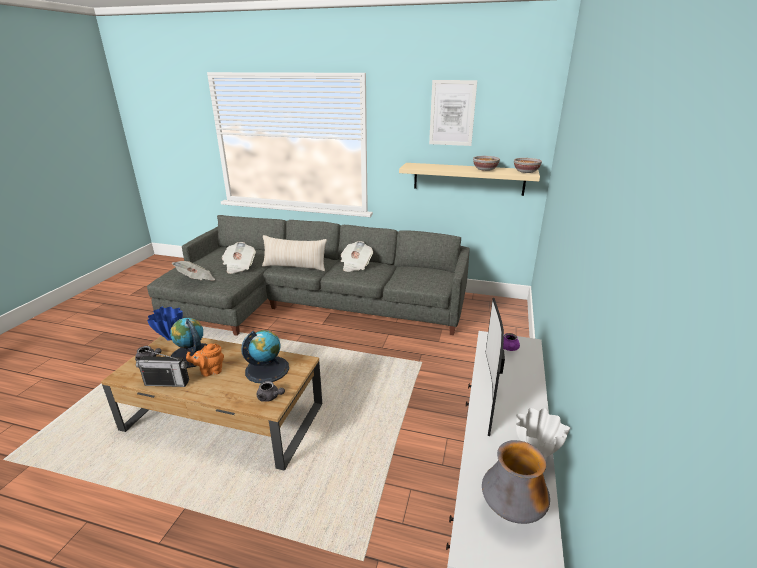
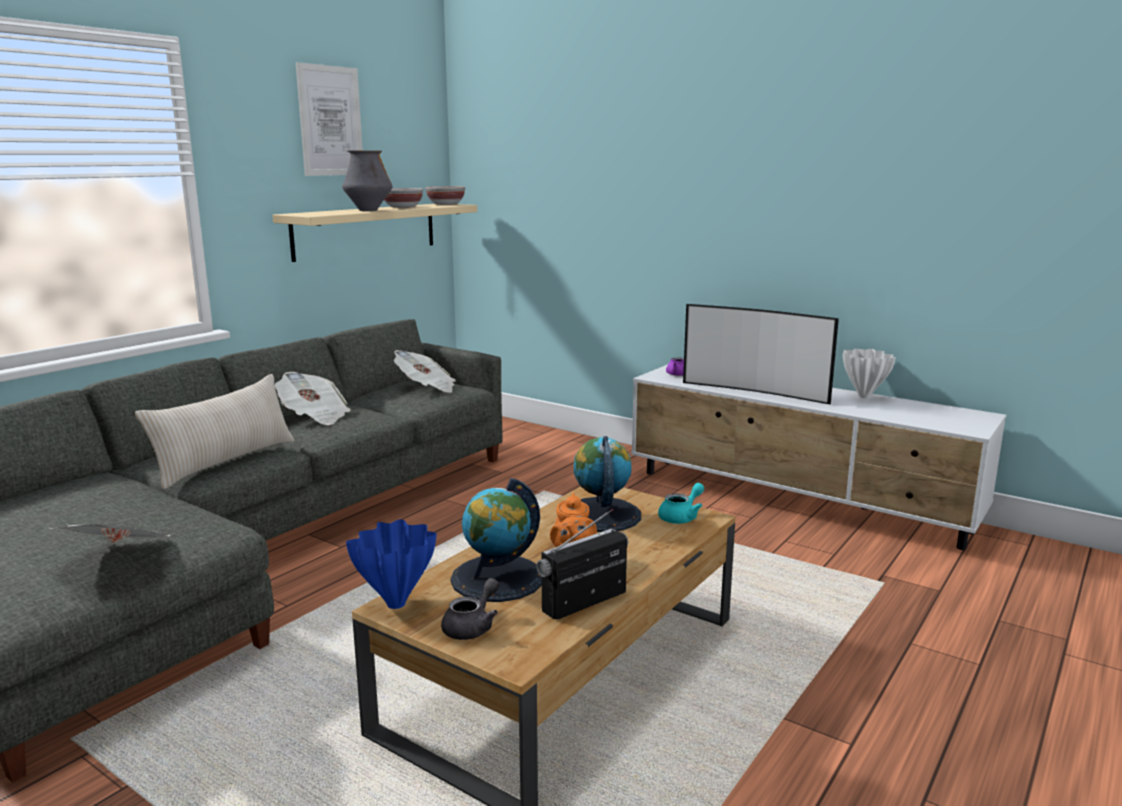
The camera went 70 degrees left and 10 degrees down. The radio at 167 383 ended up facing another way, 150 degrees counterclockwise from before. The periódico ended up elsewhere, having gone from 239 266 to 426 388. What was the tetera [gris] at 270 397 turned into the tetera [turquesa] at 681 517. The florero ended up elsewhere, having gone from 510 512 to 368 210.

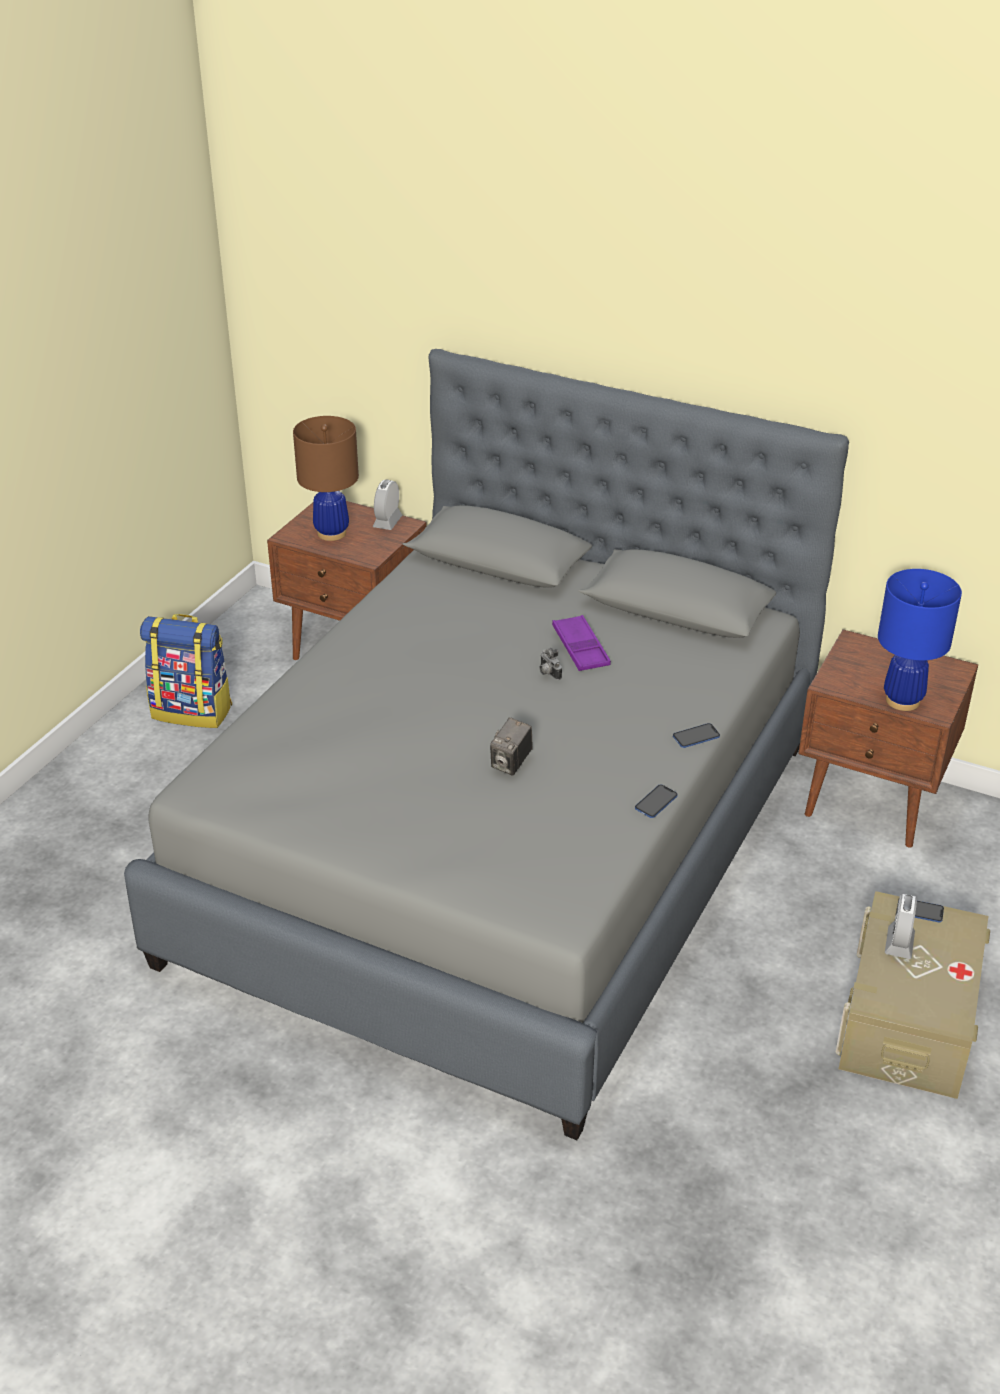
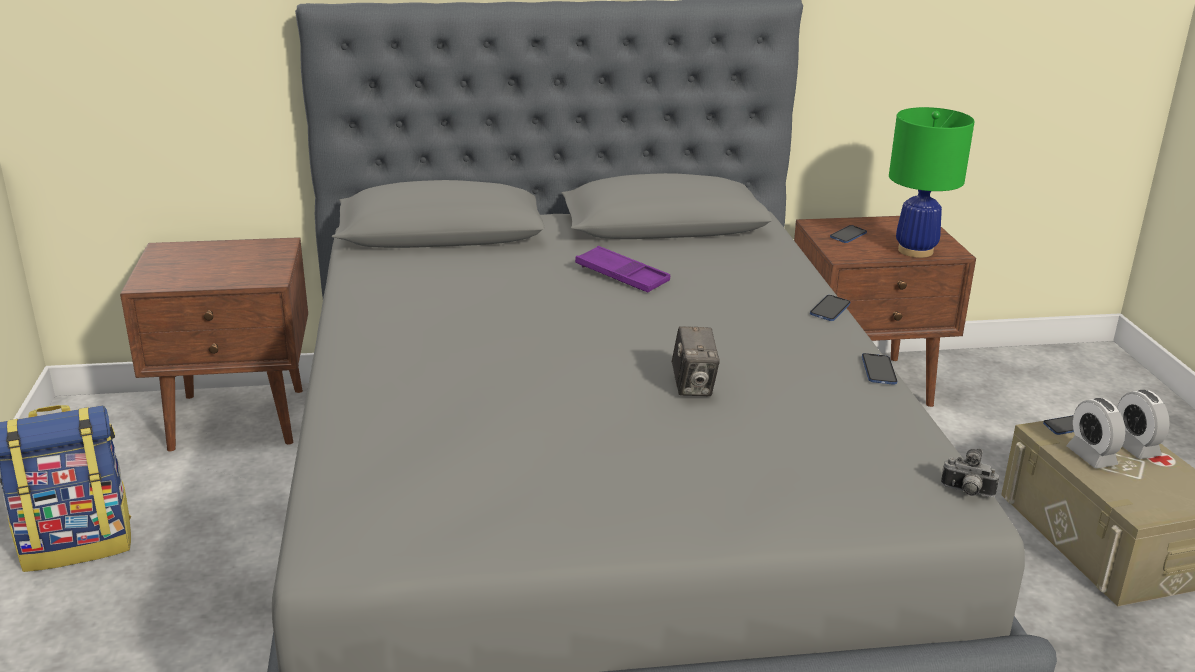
The camera went 35 degrees left and 10 degrees down. The second view lost the lámpara de mesa [marrón] at 331 533. The despertador ended up elsewhere, having gone from 387 522 to 1134 447. The cámara ended up elsewhere, having gone from 548 673 to 966 492. What was the lámpara de mesa [azul] at 903 701 turned into the lámpara de mesa [verde] at 916 251. The second view gained the móvil at 848 235.

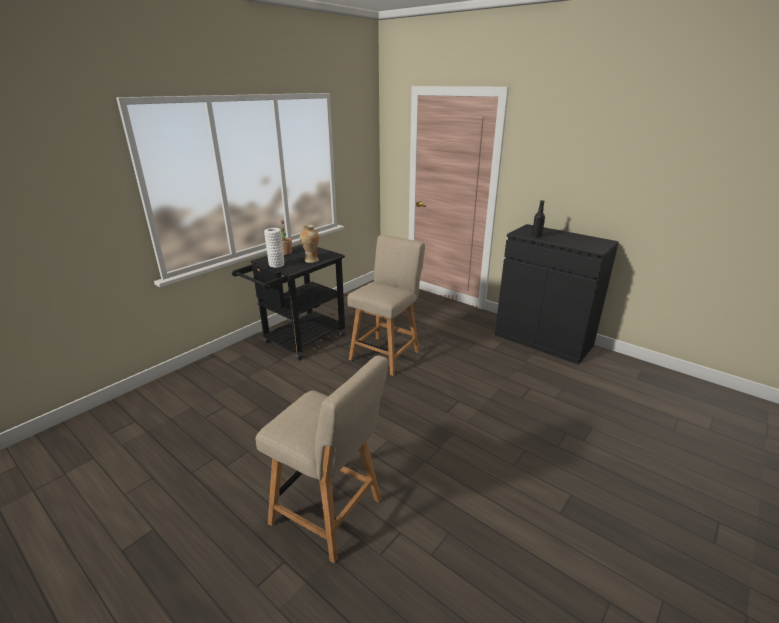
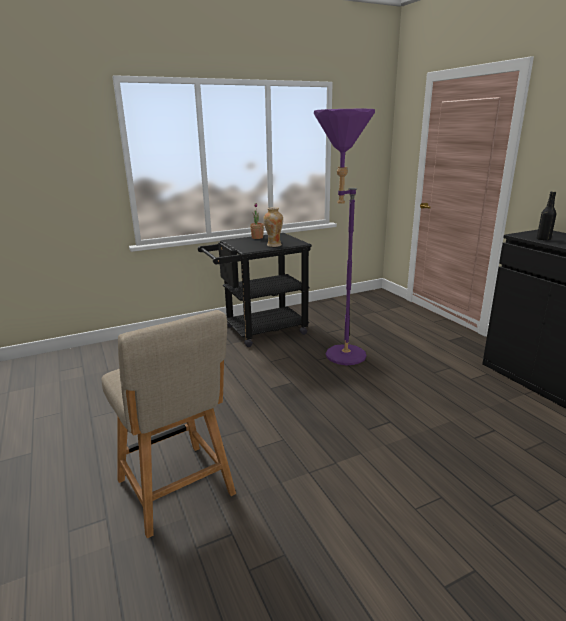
The camera went 25 degrees right and 5 degrees down. The second view lost the florero [blanco] at 276 264. Where the silla [beis] stood at 386 353, the lámpara de pie [morado] came to stand at 338 358.

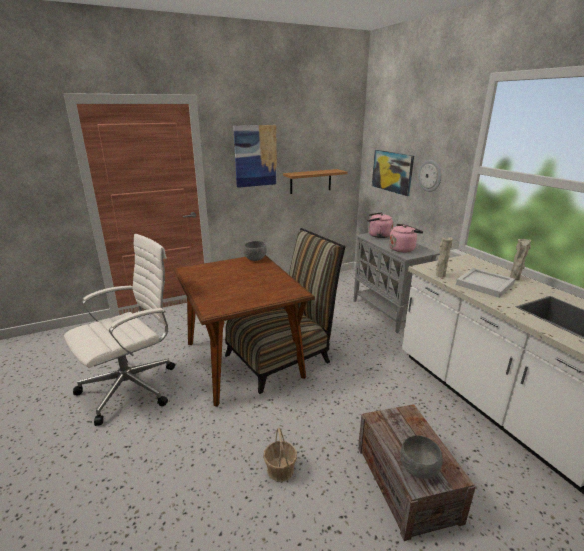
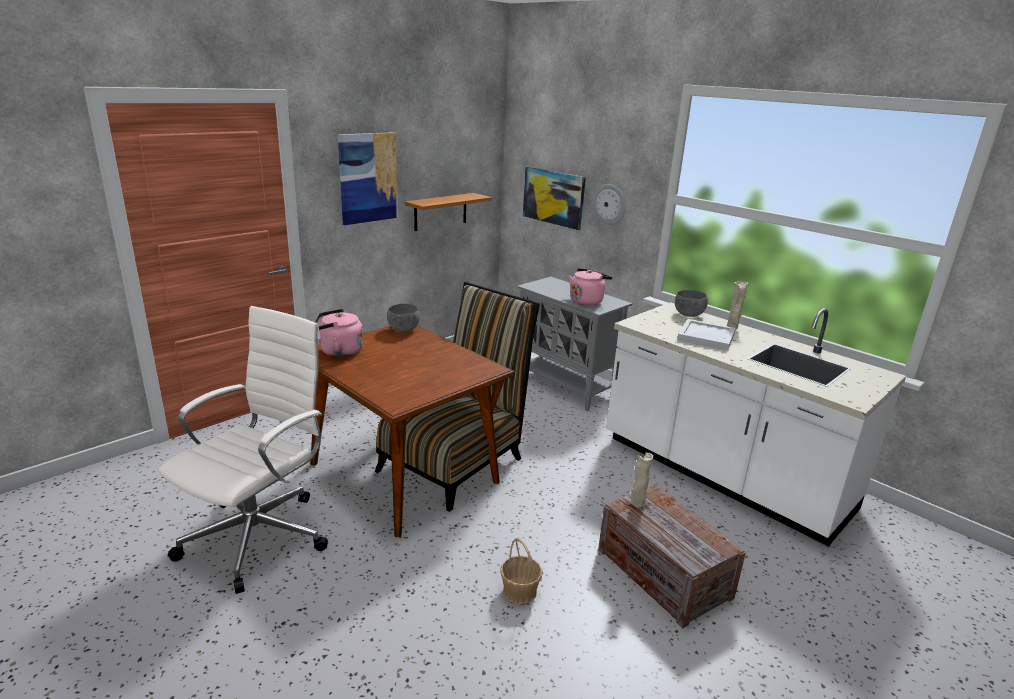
The camera went 20 degrees left and 0 degrees up. The hervidor [rosa] ended up elsewhere, having gone from 377 235 to 338 351. The cuenco [gris] ended up elsewhere, having gone from 418 470 to 689 315. The florero [beis] ended up elsewhere, having gone from 440 275 to 637 503.

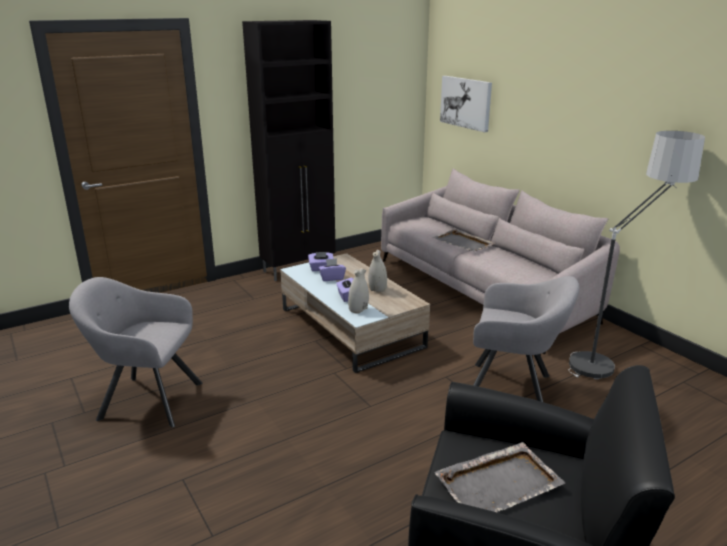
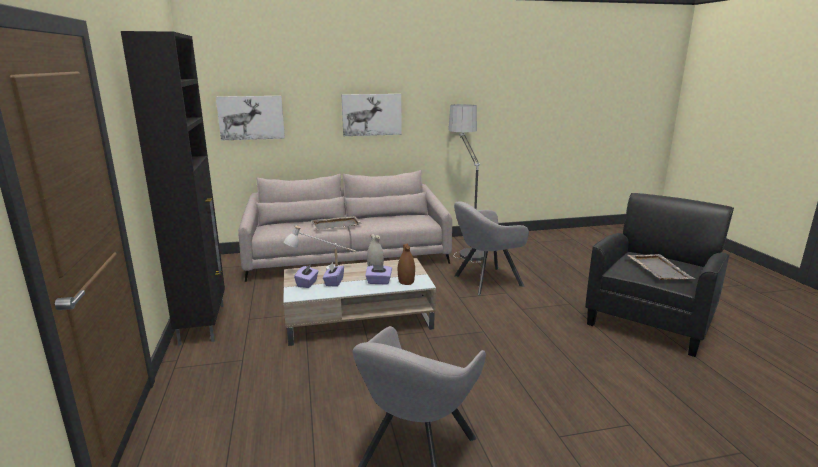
The camera went 70 degrees left and 5 degrees down. What was the florero [blanco] at 358 309 turned into the florero [marrón] at 406 281. The sillón [gris] at 513 389 ended up facing another way, 150 degrees counterclockwise from before. The second view gained the lámpara de mesa [blanco] at 322 271. The second view gained the cuadro at 371 114.

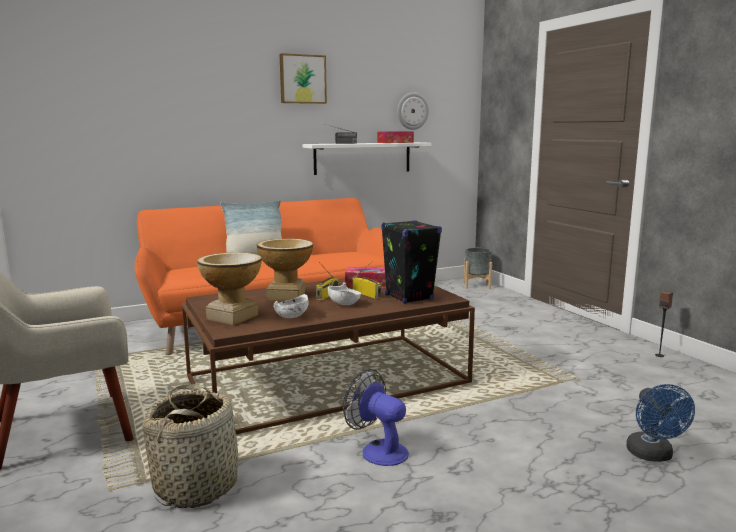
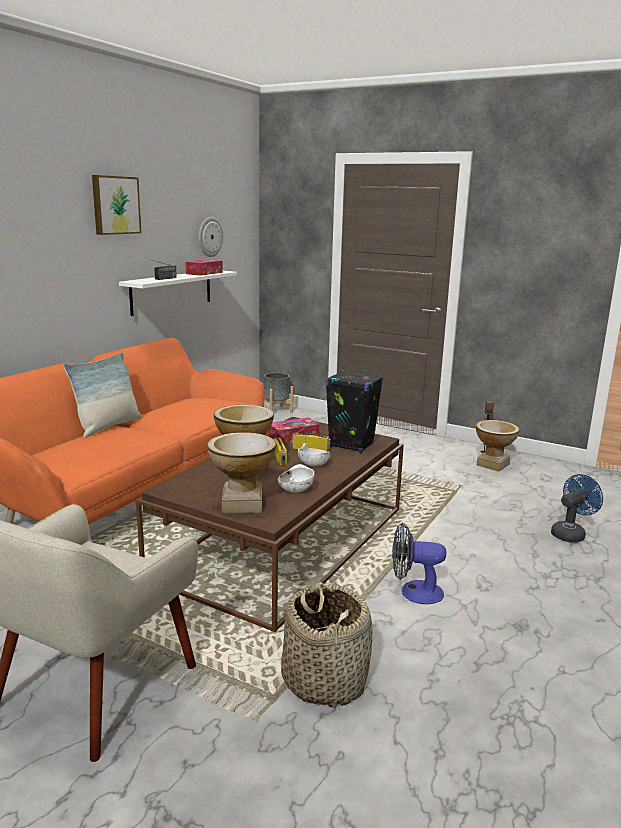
The camera went 35 degrees left and 5 degrees up. The ventilador [azul] at 653 456 ended up facing another way, 90 degrees counterclockwise from before. The second view gained the florero at 492 465.

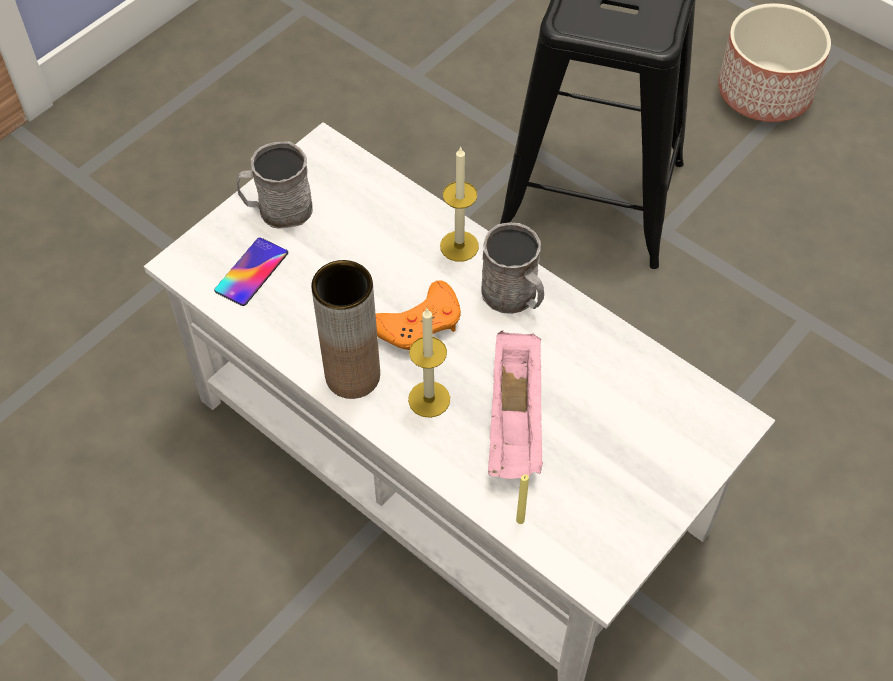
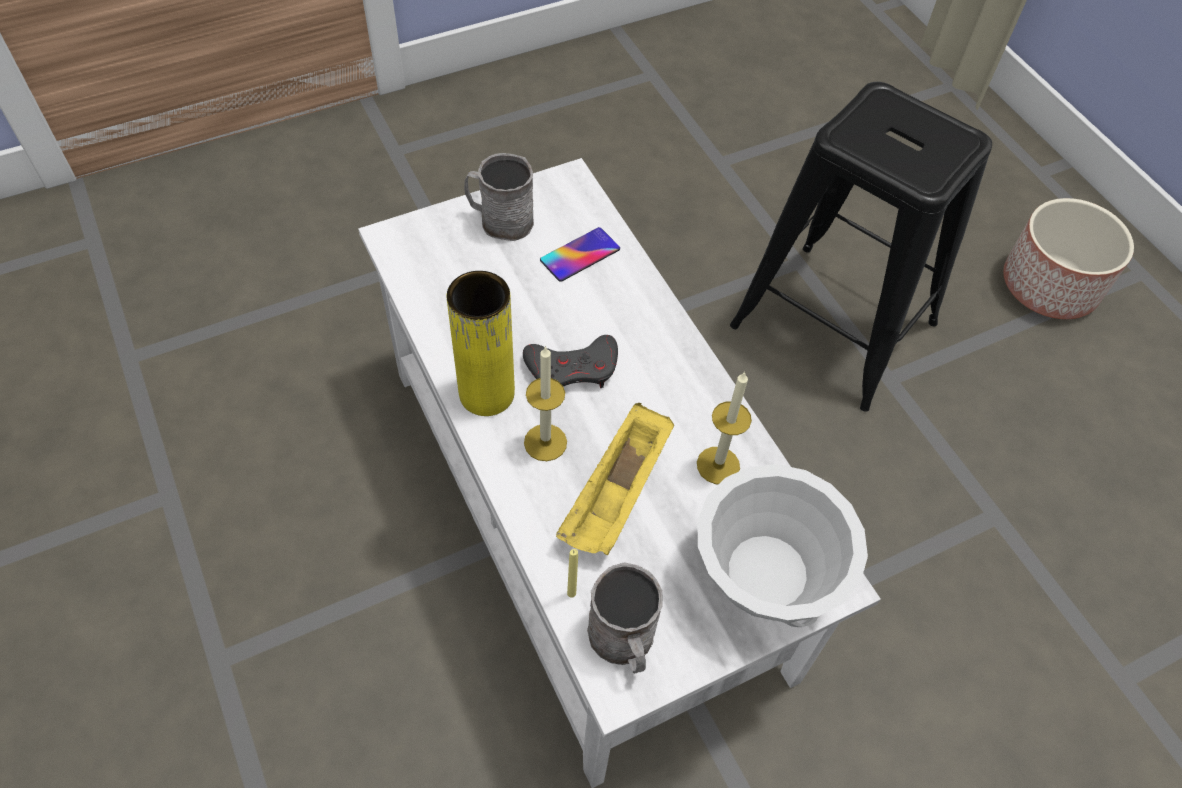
The camera went 20 degrees right and 0 degrees up. The móvil ended up elsewhere, having gone from 251 272 to 580 255. What was the florero [marrón] at 352 376 turned into the florero [amarillo] at 486 393. What was the mando de consola [naranja] at 419 323 turned into the mando de consola [gris] at 573 368. The vela ended up elsewhere, having gone from 459 246 to 718 465. The taza grande [gris] ended up elsewhere, having gone from 514 296 to 624 642. What was the bandeja [rosa] at 515 421 turned into the bandeja [amarillo] at 616 495. The second view gained the cuenco [blanco] at 762 580.

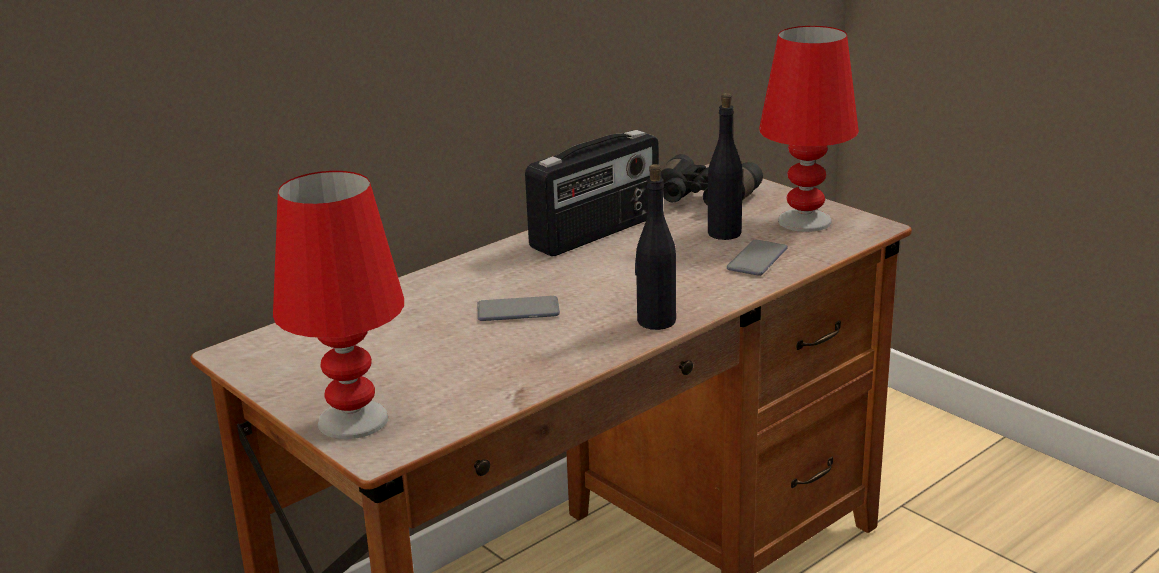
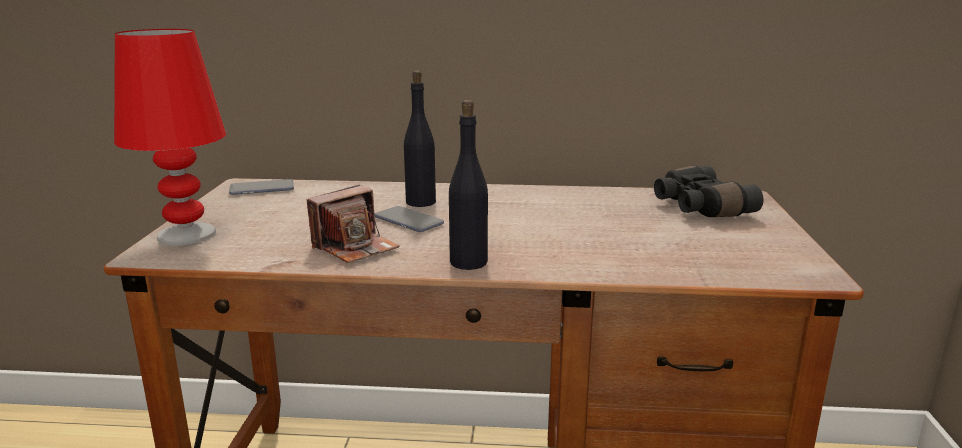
The camera went 45 degrees right and 5 degrees down. The second view lost the radio at 597 233. The botella [negro] ended up elsewhere, having gone from 724 233 to 421 202. The móvil ended up elsewhere, having gone from 757 259 to 262 189. The second view lost the lámpara de mesa [rojo] at 804 221. The second view gained the cámara at 355 247.

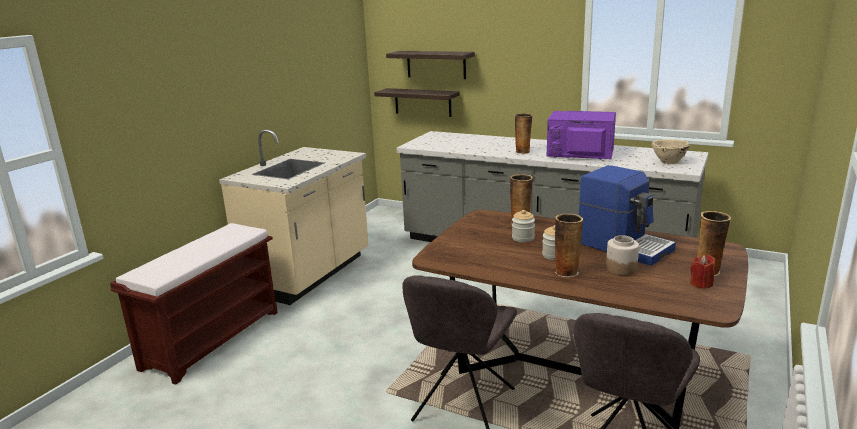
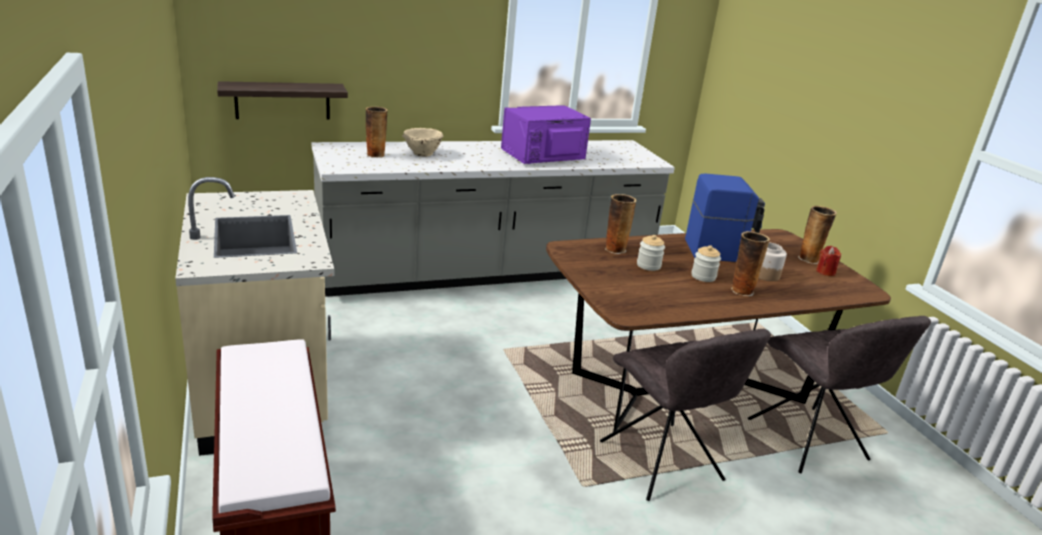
The camera went 50 degrees left and 5 degrees up. The second view lost the estante at 436 64. The florero ended up elsewhere, having gone from 523 152 to 376 155. The cuenco [beis] ended up elsewhere, having gone from 668 162 to 422 154.

